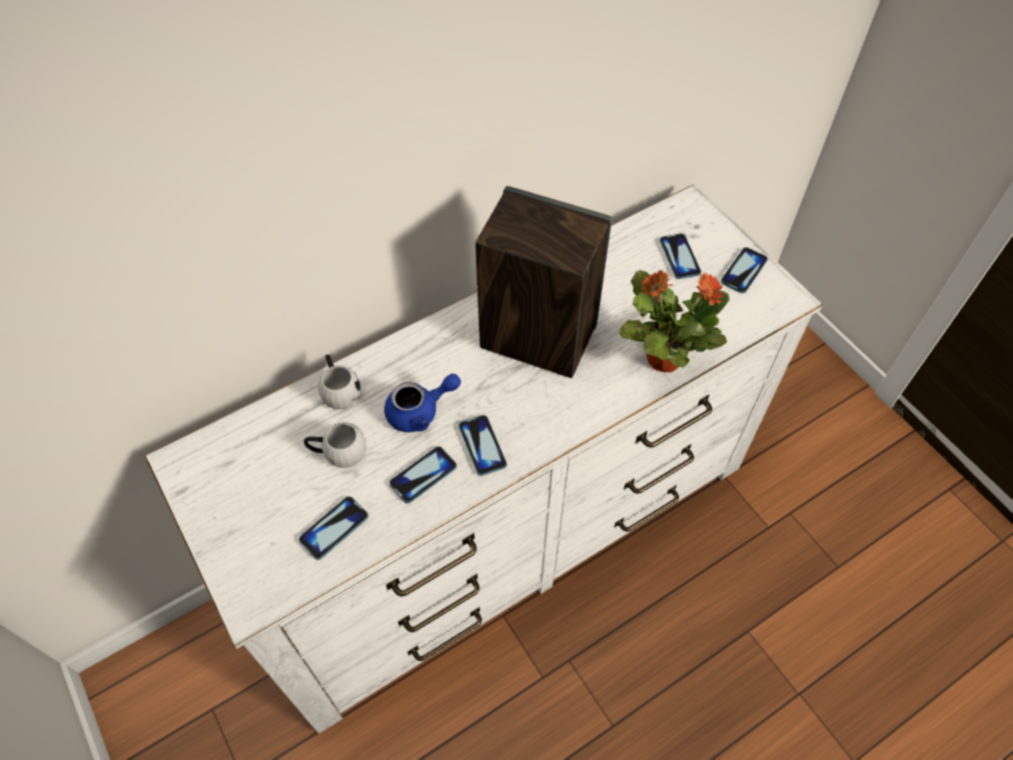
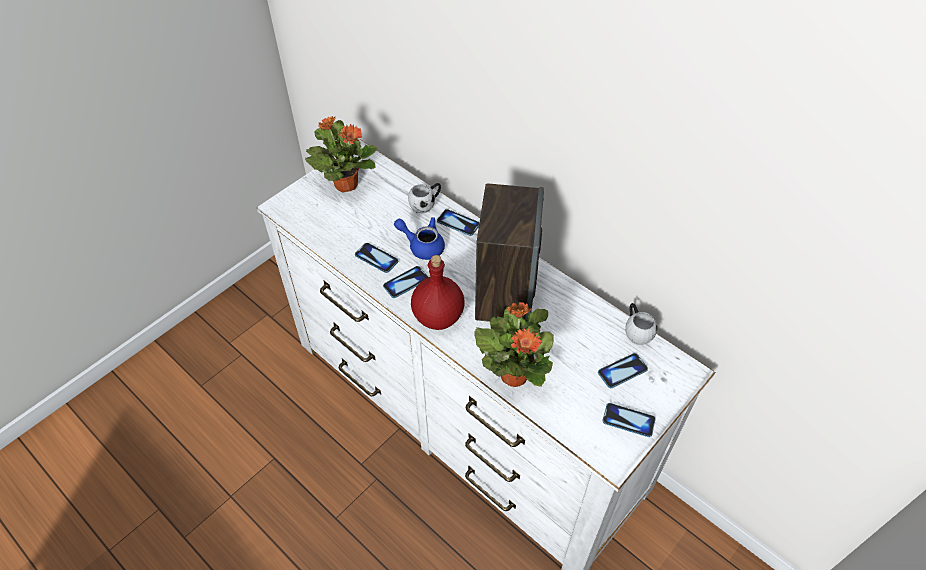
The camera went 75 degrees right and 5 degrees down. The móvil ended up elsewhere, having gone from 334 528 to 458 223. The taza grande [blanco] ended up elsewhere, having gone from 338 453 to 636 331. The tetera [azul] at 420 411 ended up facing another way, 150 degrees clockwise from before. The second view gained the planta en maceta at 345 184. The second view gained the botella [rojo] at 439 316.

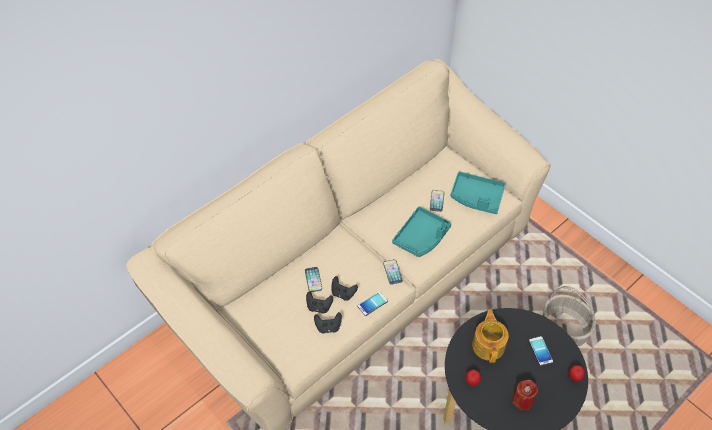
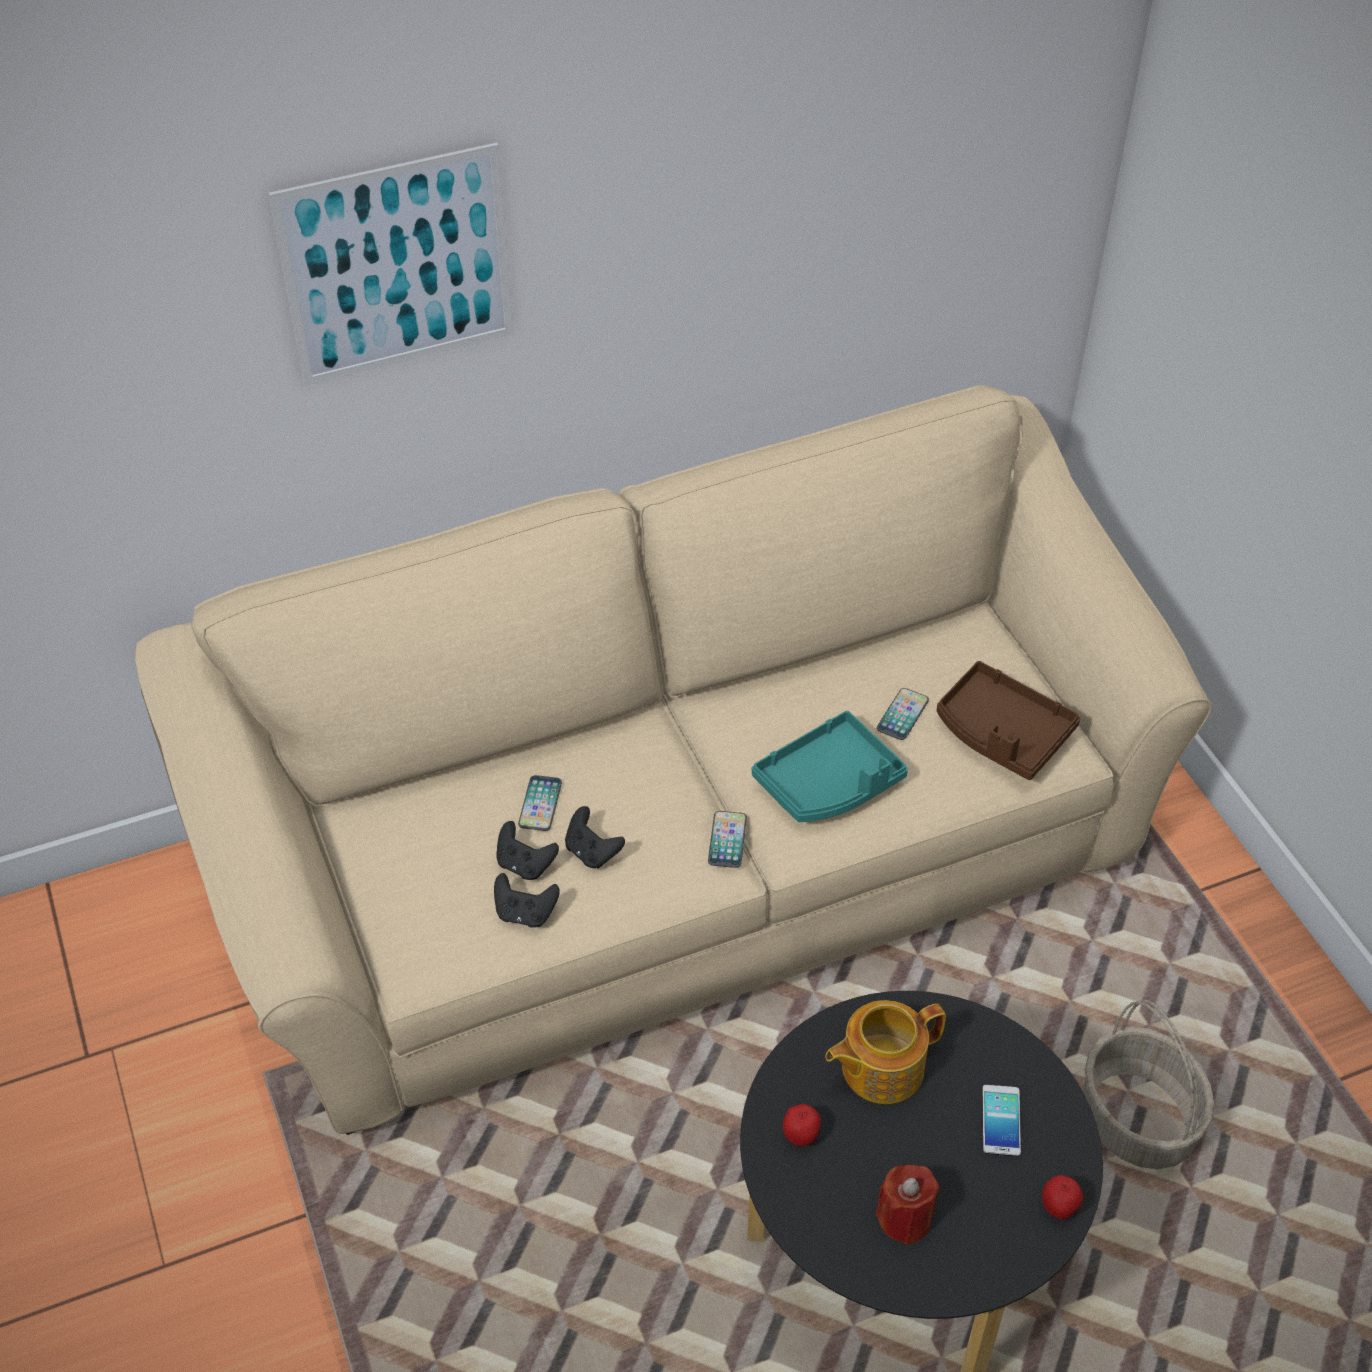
The camera went 20 degrees right and 5 degrees down. The second view lost the móvil at 372 304. What was the bandeja [turquesa] at 476 197 turned into the bandeja [marrón] at 1001 733. The tetera at 489 345 ended up facing another way, 135 degrees counterclockwise from before. The second view gained the cuadro at 397 266.

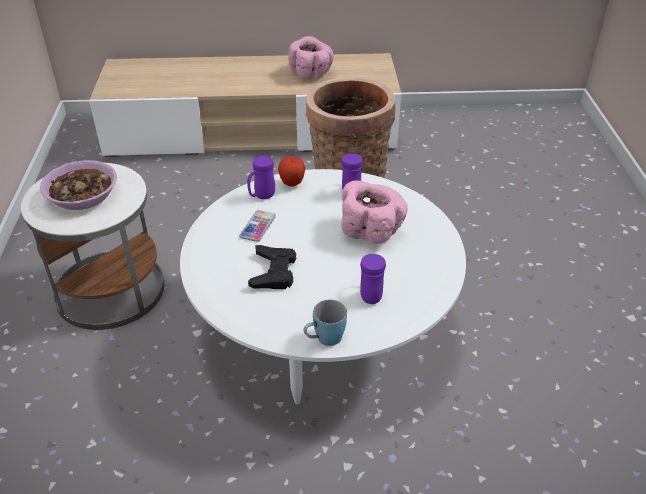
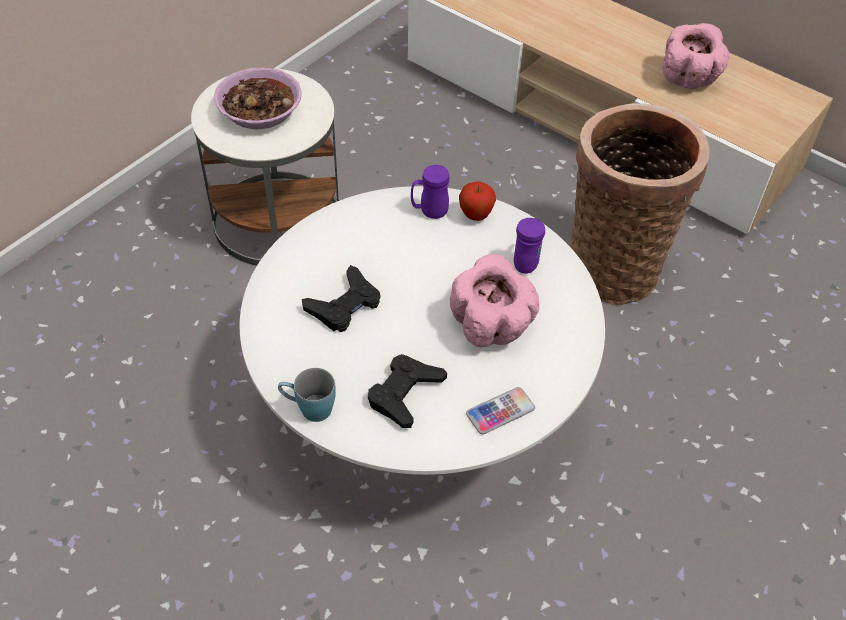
The camera went 40 degrees right and 10 degrees up. The móvil ended up elsewhere, having gone from 257 226 to 500 411. Where the taza grande [morado] stood at 369 294, the mando de consola [negro] came to stand at 404 394.

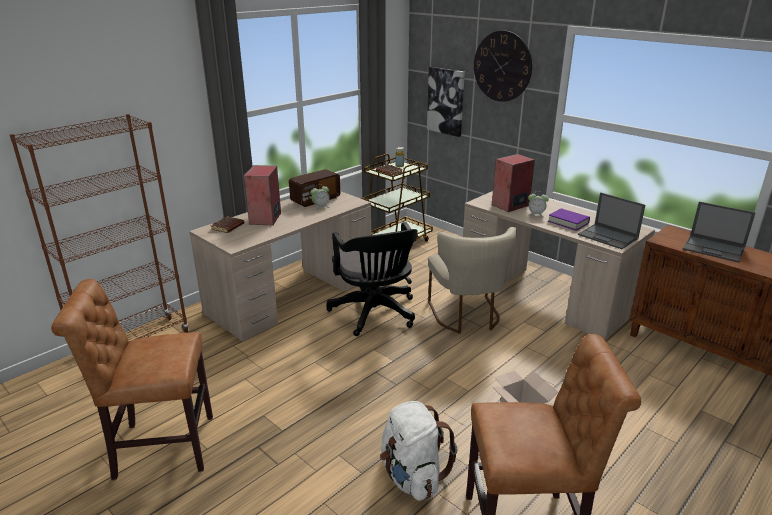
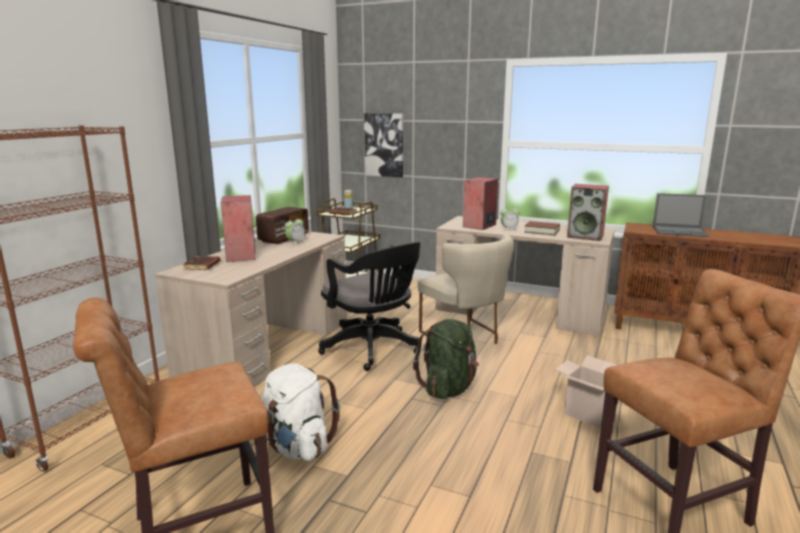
The camera went 20 degrees left and 10 degrees down. The mochila [blanco] ended up elsewhere, having gone from 412 476 to 297 447. The second view lost the reloj de pared at 502 66. What was the libro [morado] at 568 222 turned into the libro [marrón] at 542 231. Where the portátil stood at 608 237, the altavoz came to stand at 586 236. The second view gained the mochila [verde] at 448 388.

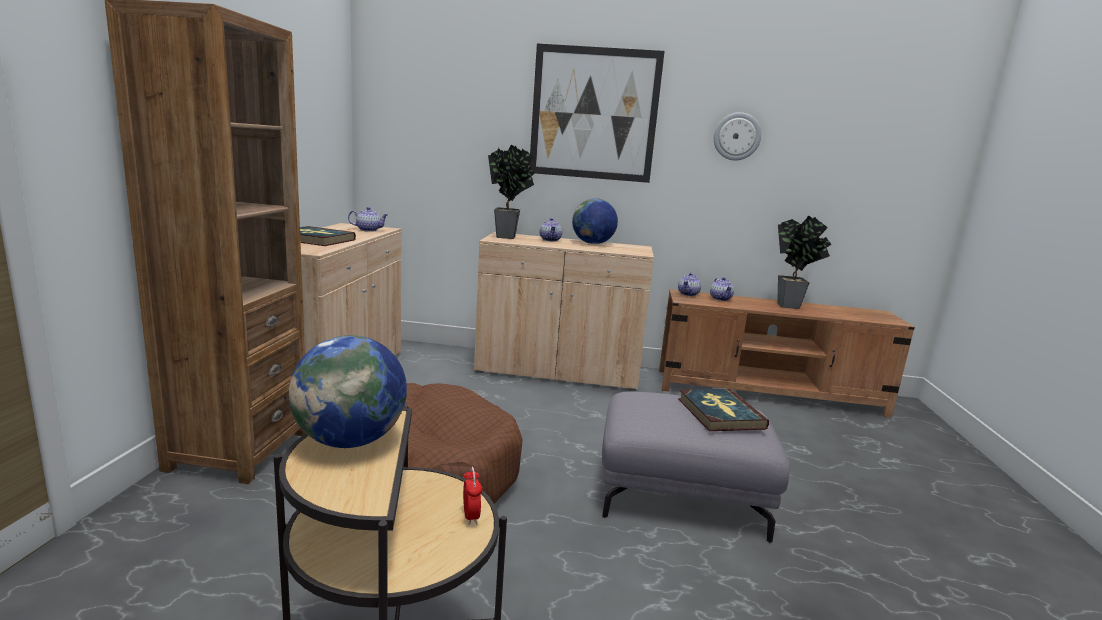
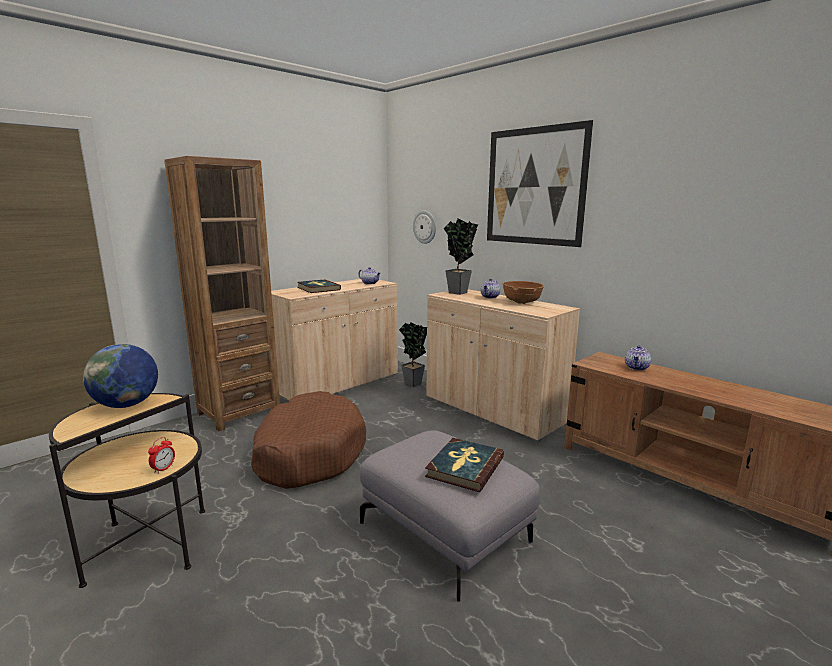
The camera went 40 degrees right and 0 degrees up. Where the globo terráqueo stood at 592 243, the cuenco [marrón] came to stand at 522 302. The second view lost the tetera at 688 294. The reloj de pared ended up elsewhere, having gone from 737 136 to 425 227. The planta en maceta ended up elsewhere, having gone from 792 307 to 413 385.

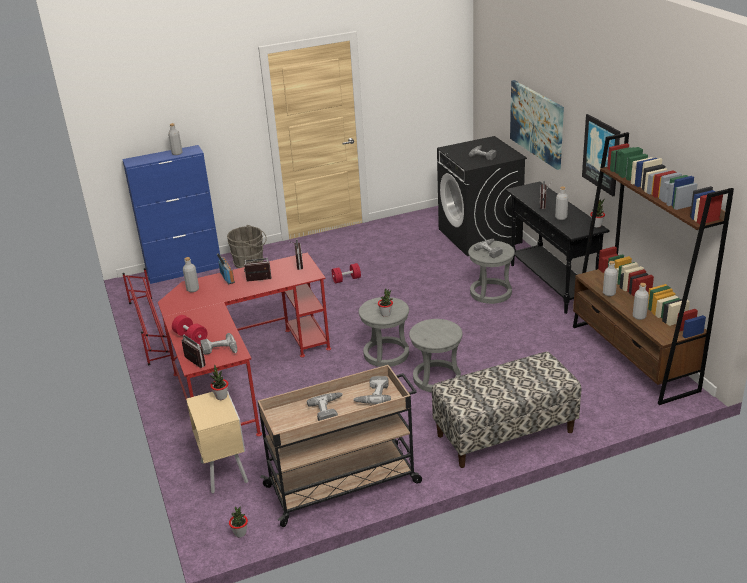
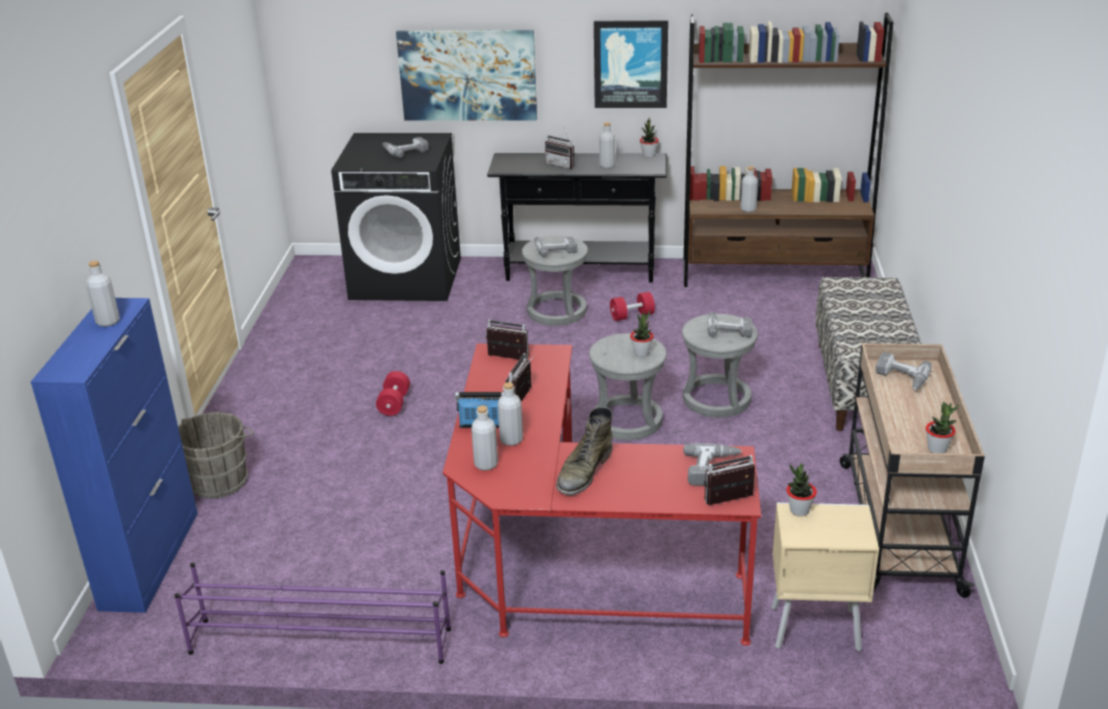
The camera went 65 degrees left and 0 degrees up. What was the zapatero [rojo] at 150 329 turned into the zapatero [morado] at 319 640. The mancuerna [rojo] ended up elsewhere, having gone from 191 337 to 632 316. The planta en maceta ended up elsewhere, having gone from 240 533 to 937 449. The taladro ended up elsewhere, having gone from 329 410 to 728 328. The botella [gris] ended up elsewhere, having gone from 639 316 to 511 440. The second view gained the bota [verde] at 584 471.

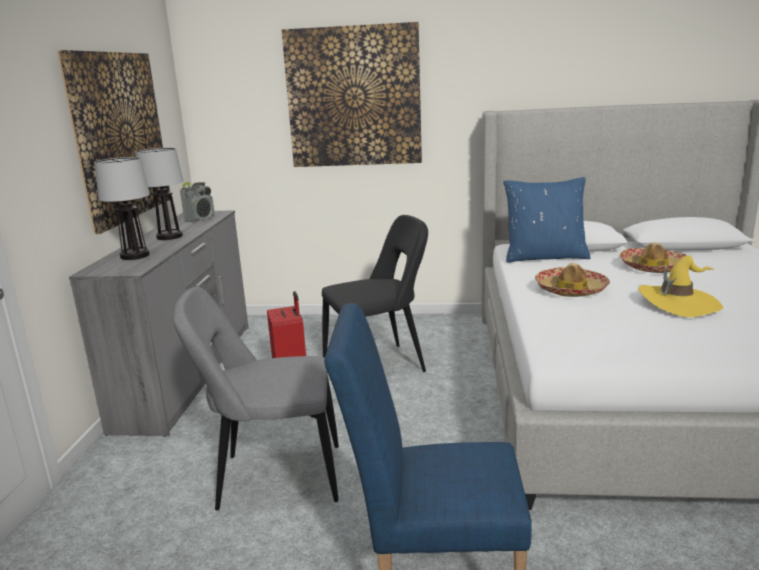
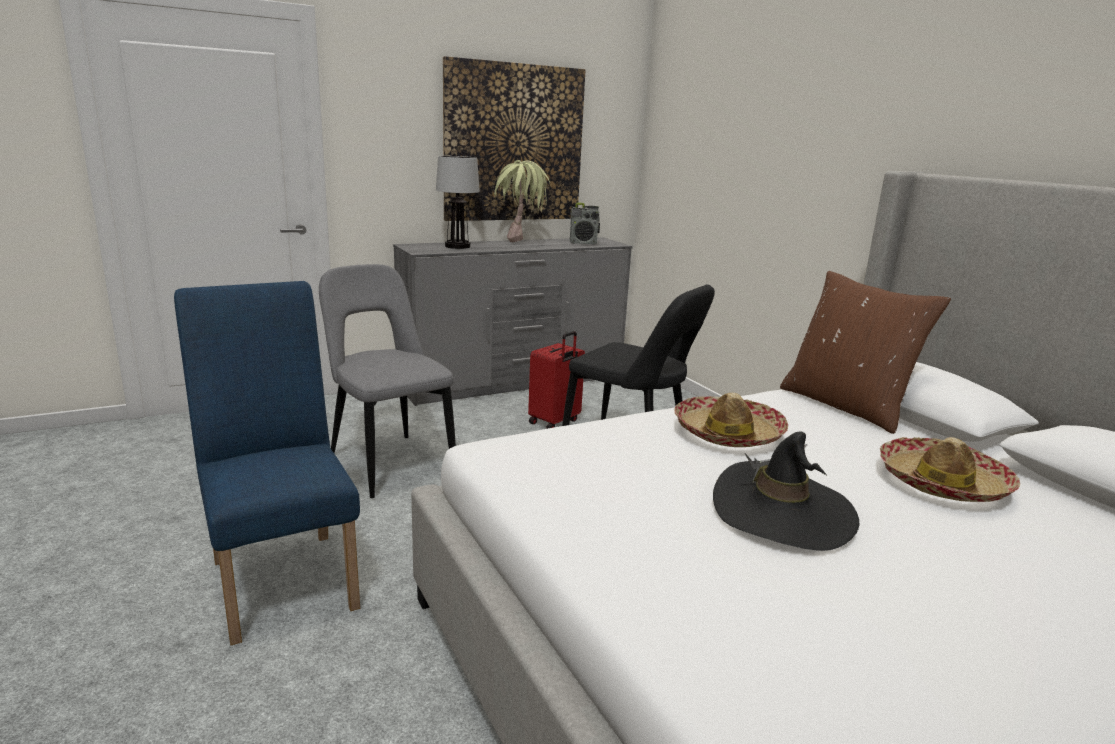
The camera went 55 degrees right and 0 degrees up. Where the lámpara de mesa stood at 169 237, the planta en maceta came to stand at 519 245. The second view lost the cuadro at 353 97. What was the cojín [azul] at 545 257 turned into the cojín [marrón] at 846 406. What was the sombrero [amarillo] at 679 303 turned into the sombrero [negro] at 782 512.

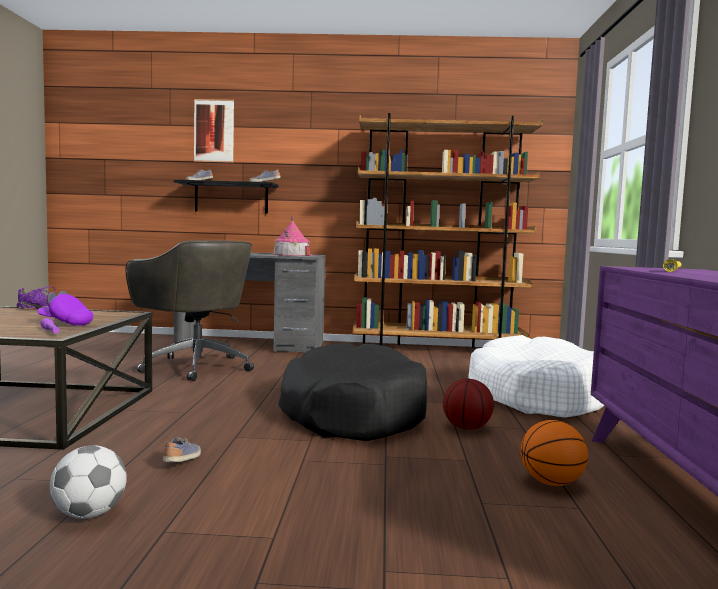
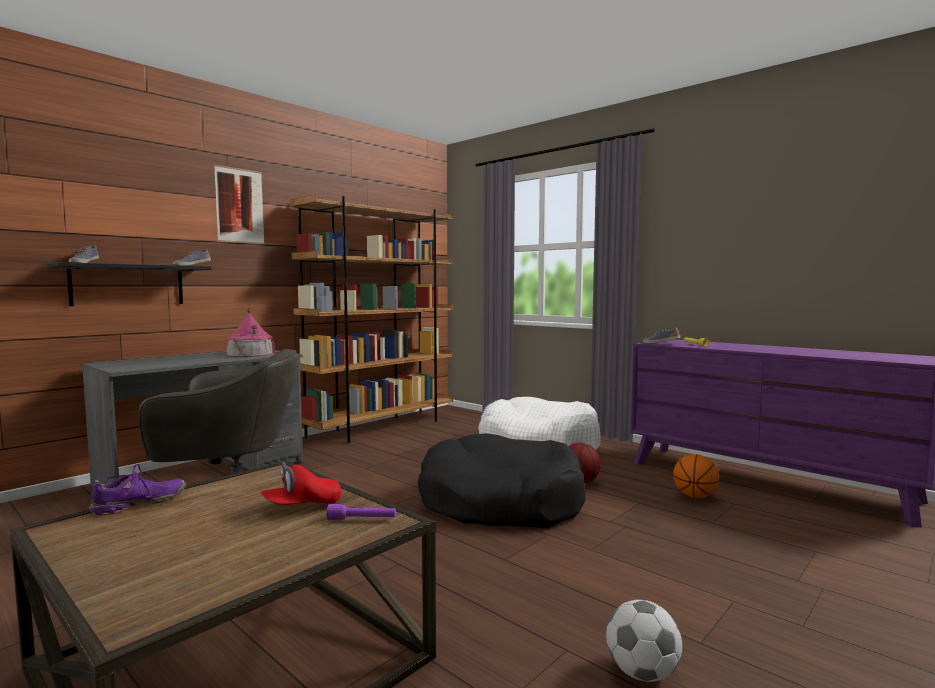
The camera went 50 degrees left and 0 degrees up. What was the gorra [morado] at 65 323 turned into the gorra [rojo] at 302 506. The zapato ended up elsewhere, having gone from 183 460 to 661 343. The cuadro ended up elsewhere, having gone from 214 131 to 239 206.

